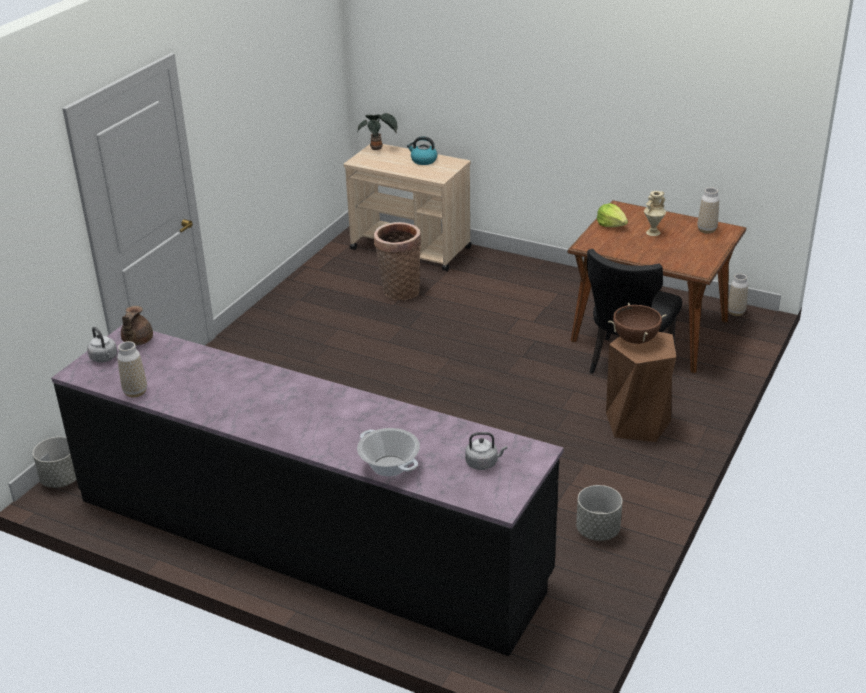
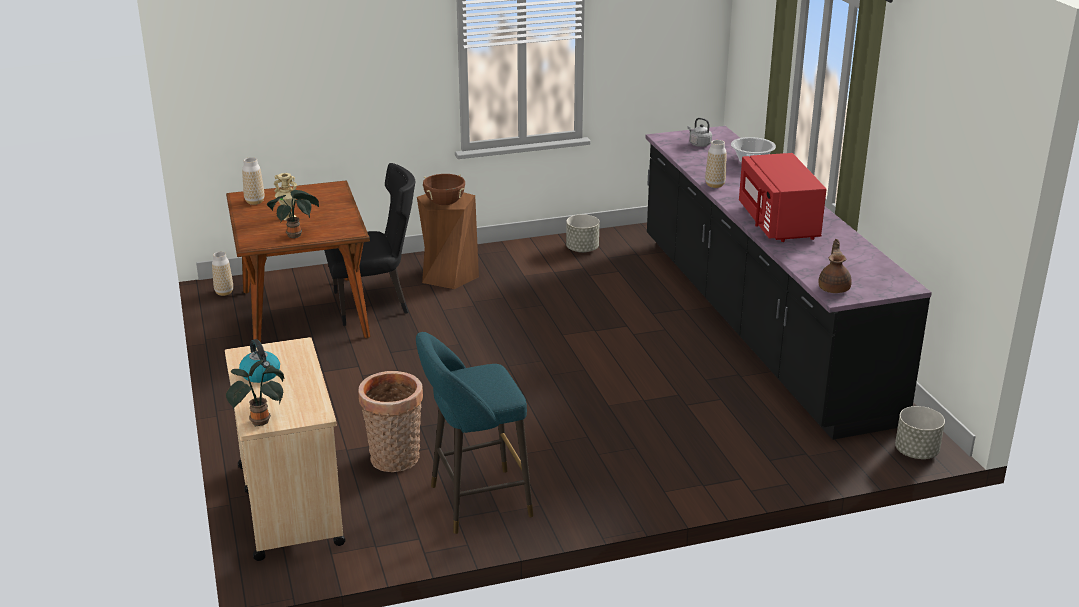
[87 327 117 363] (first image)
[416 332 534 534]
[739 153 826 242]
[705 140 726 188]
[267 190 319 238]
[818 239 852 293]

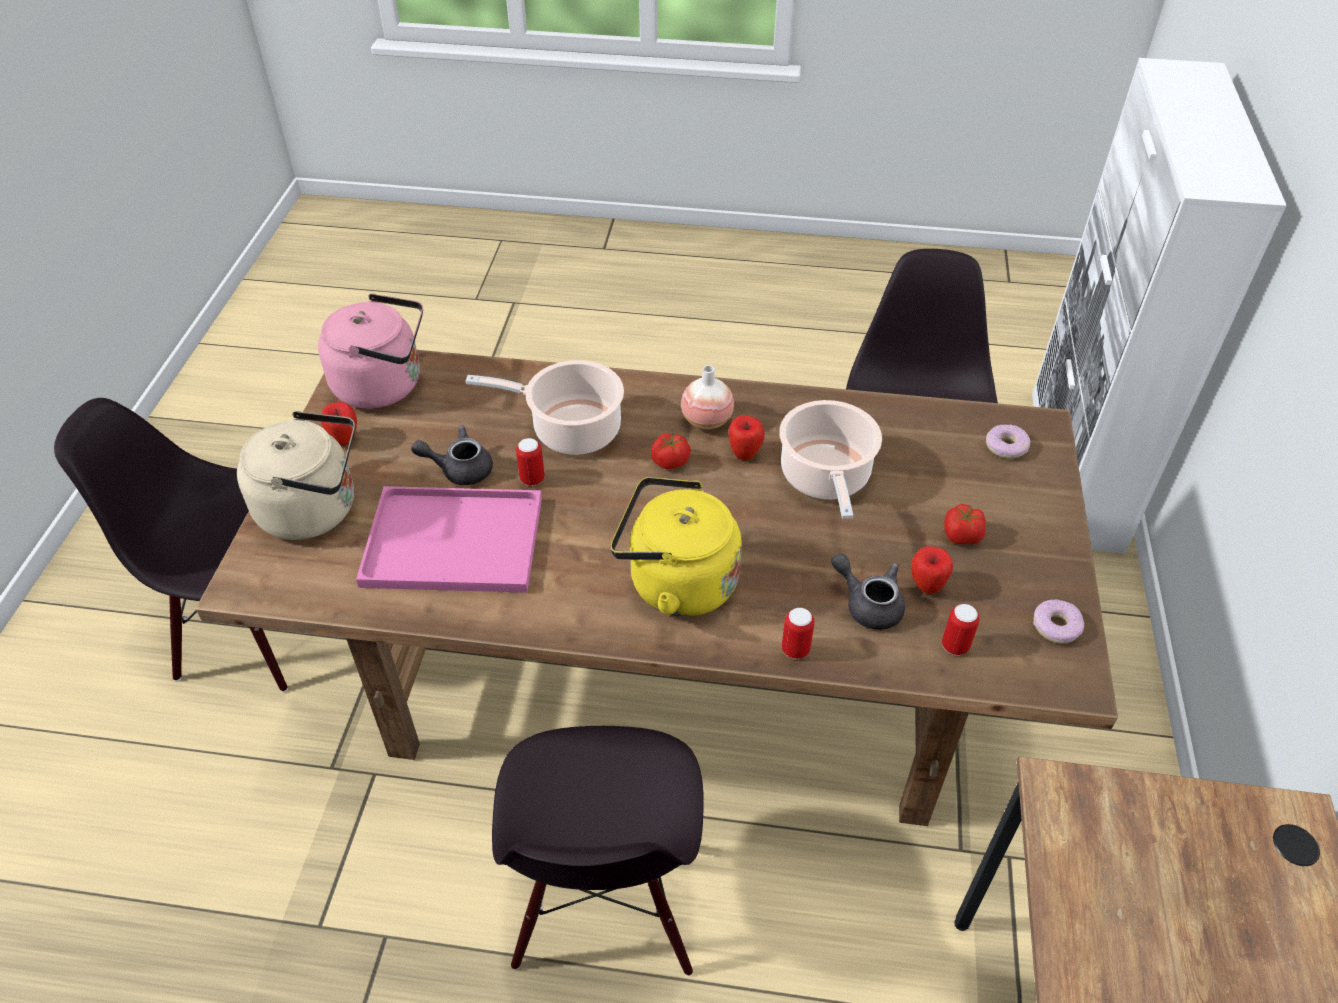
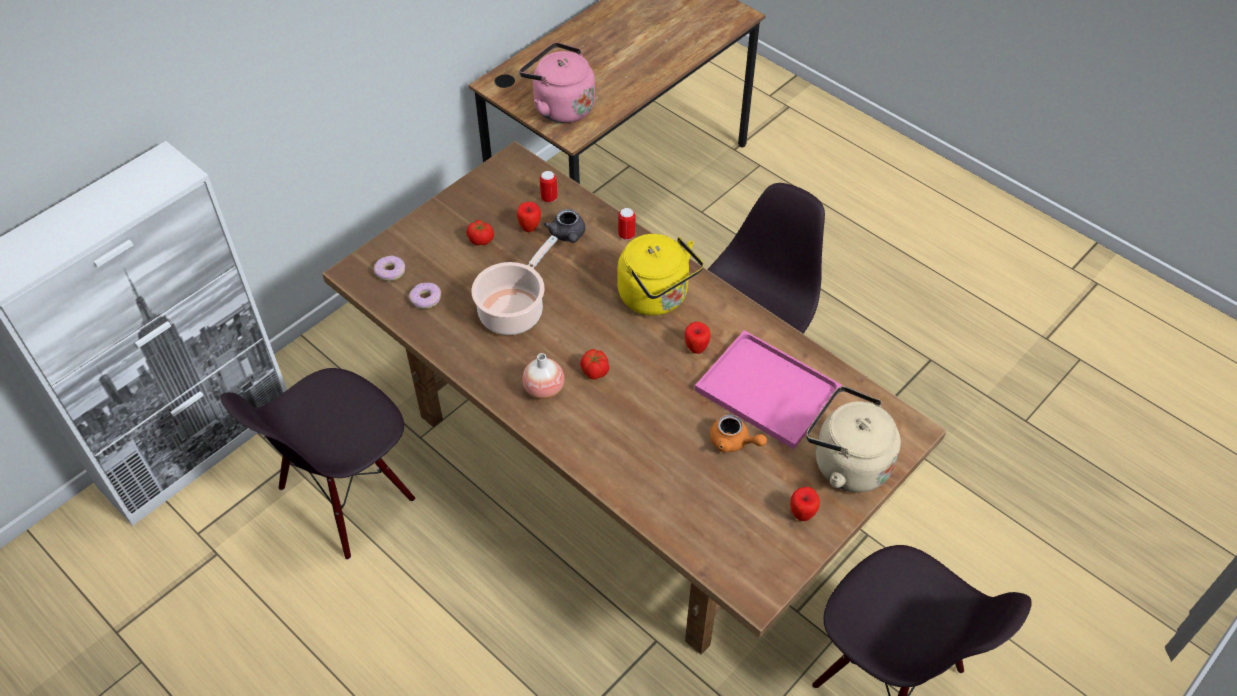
[466 360 624 455] (first image)
[516 438 545 486] (first image)
[519 42 595 123]
[685 322 710 354]
[409 283 441 309]
[710 414 767 452]

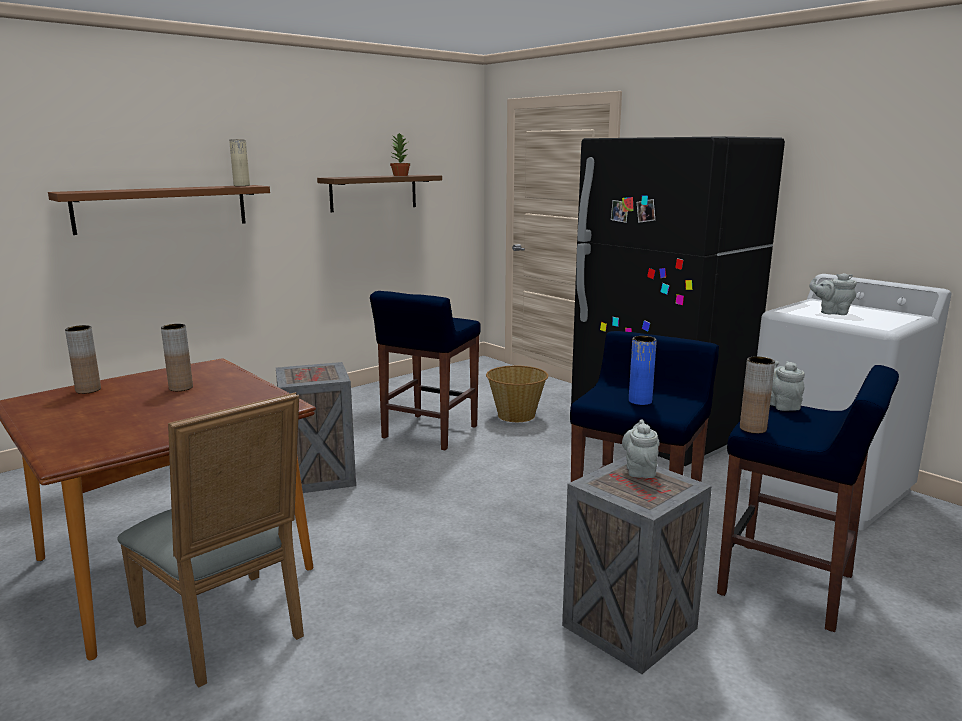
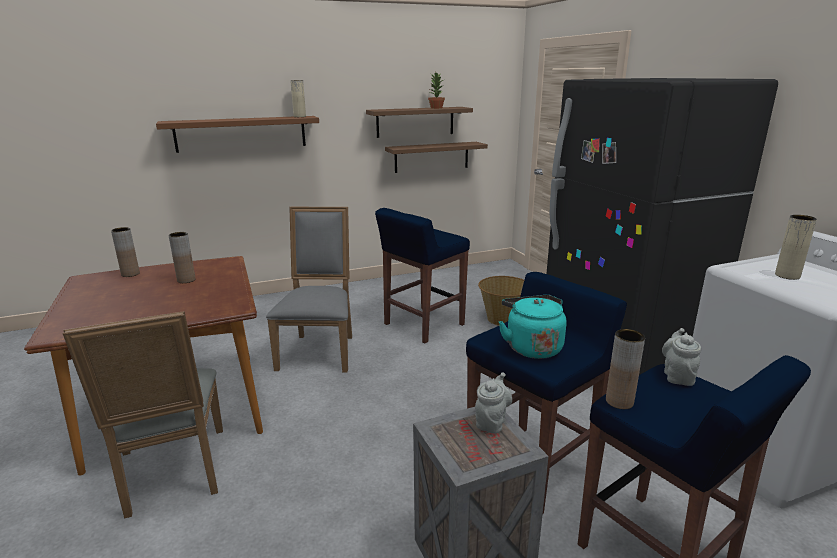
[385 142 488 173]
[266 207 352 372]
[499 295 566 359]
[775 215 817 280]

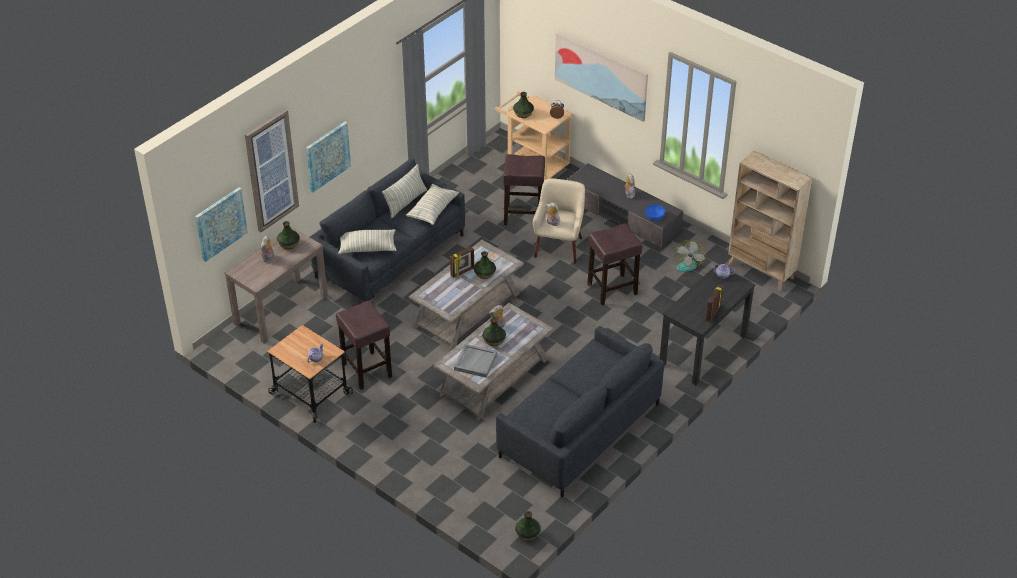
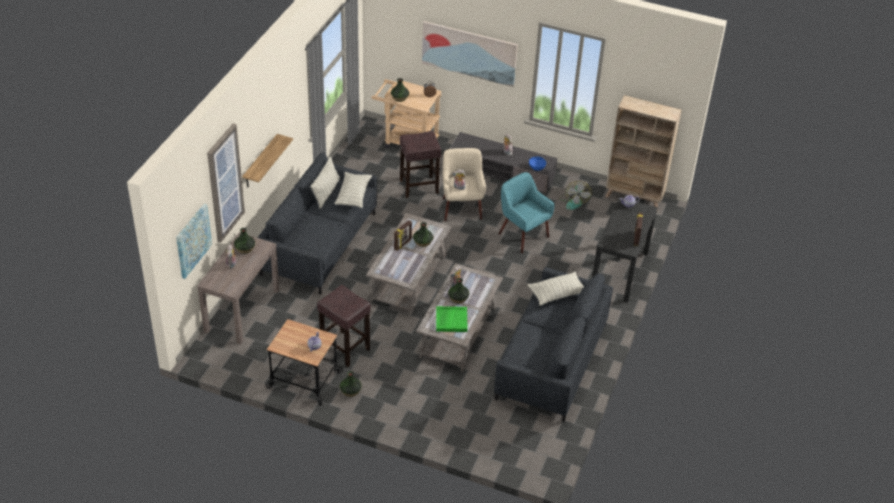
[528 272 584 306]
[340 371 362 397]
[242 134 293 188]
[499 172 555 253]
[436 306 468 332]

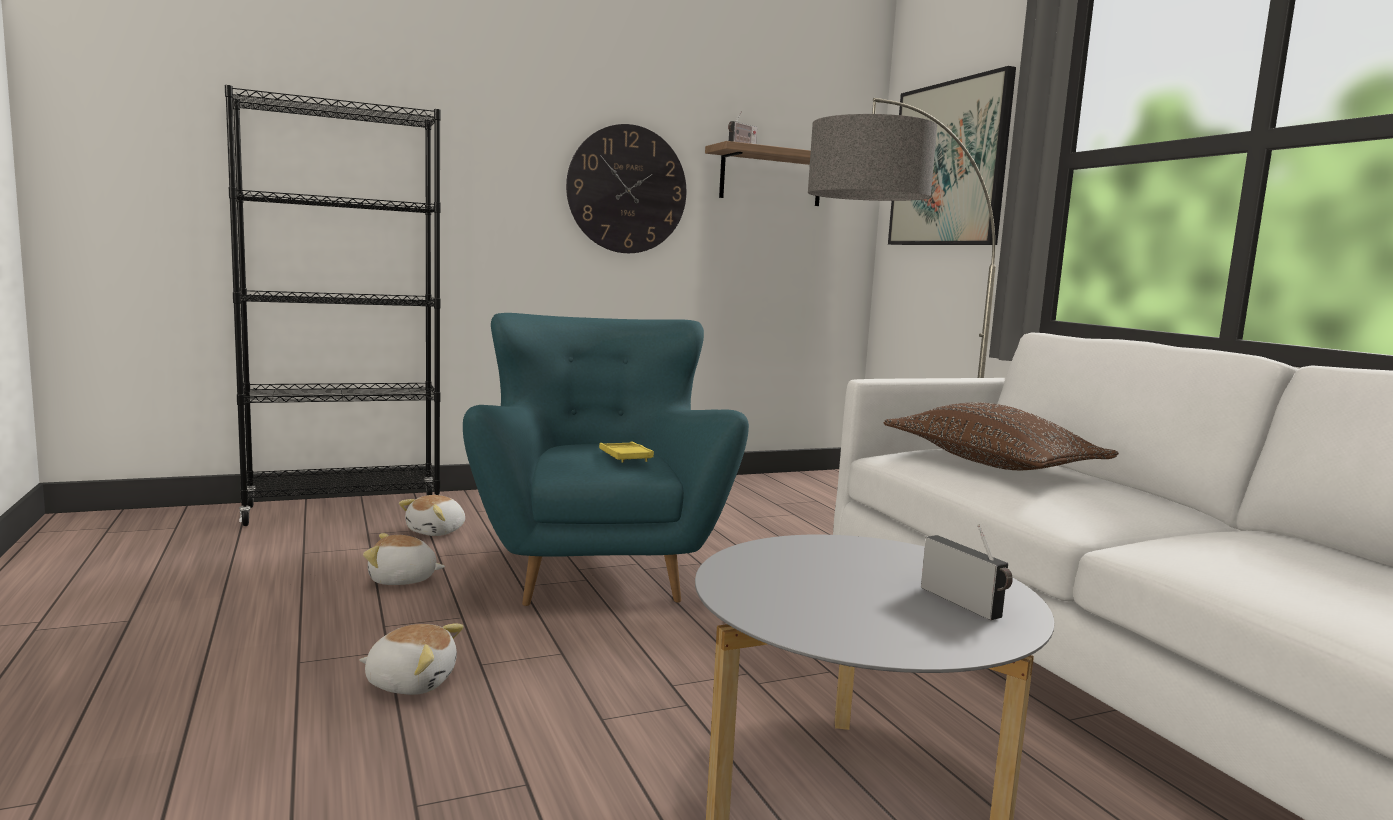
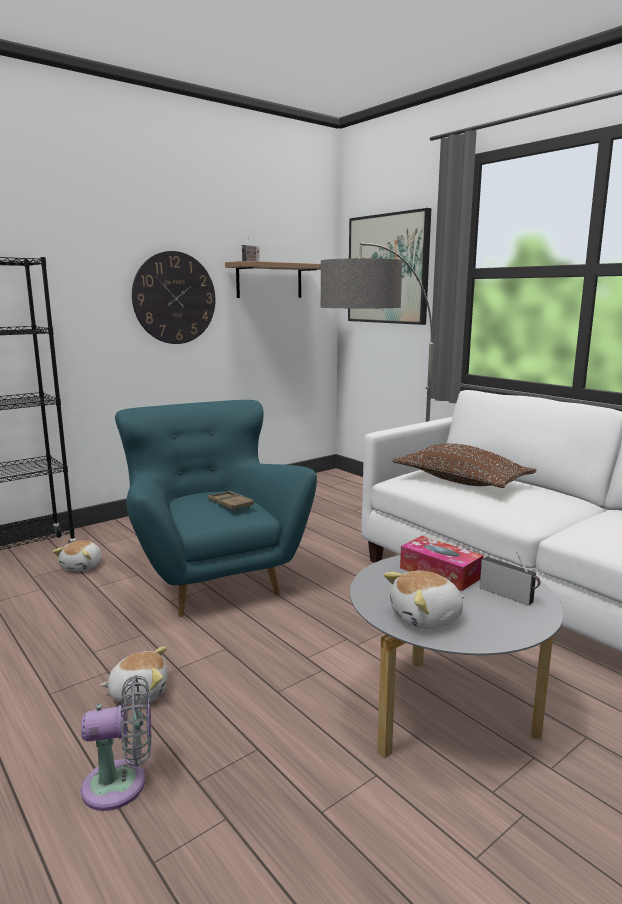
[81 675 151 811]
[400 536 484 591]
[384 571 465 629]
[208 491 254 511]

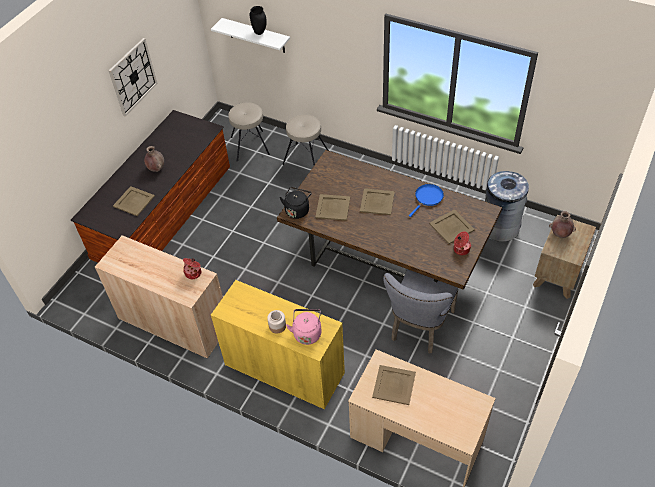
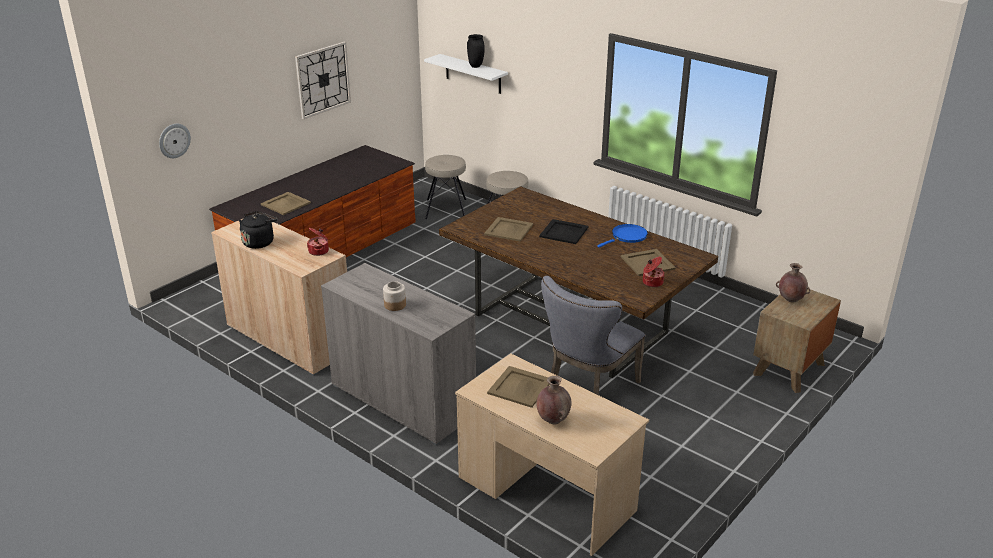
[286 309 322 345] (first image)
[485 171 529 242] (first image)
[159 124 191 158]
[537 376 571 425]
[239 211 278 249]
[321 263 476 445]
[539 219 588 244]

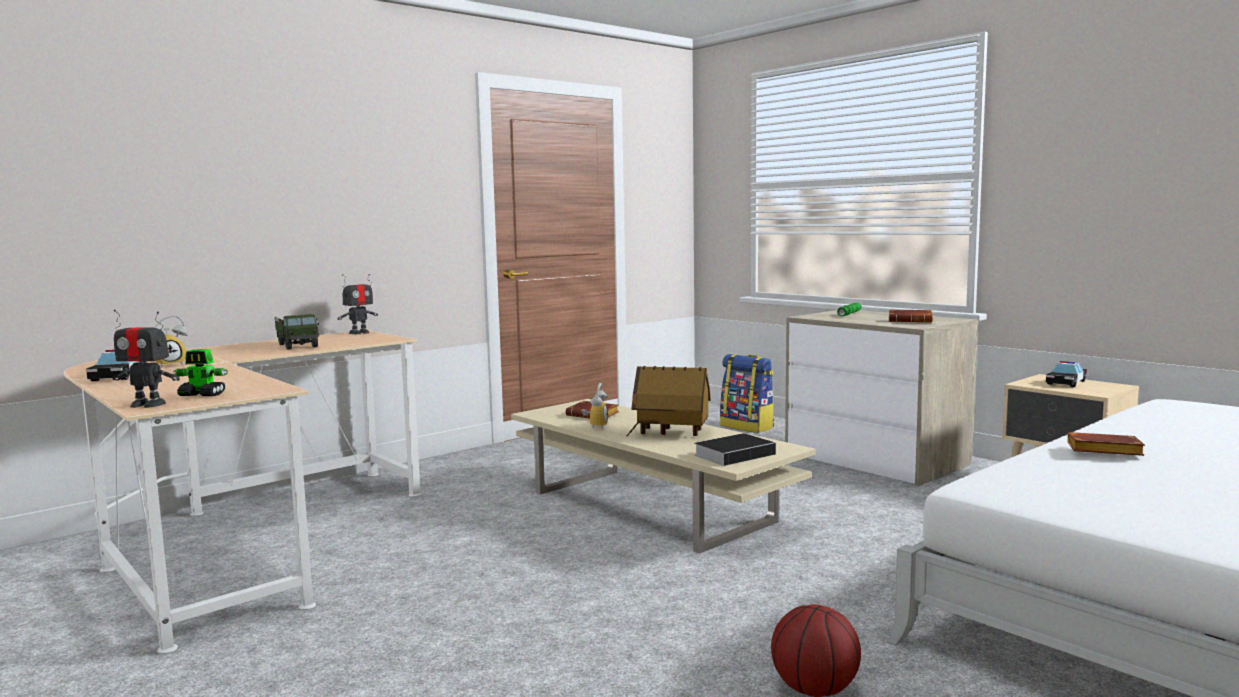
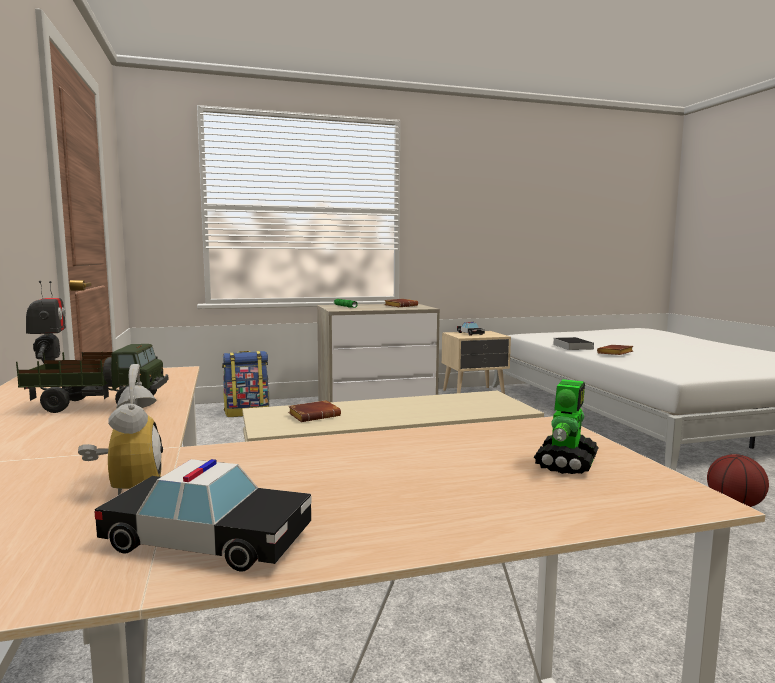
[113 310 180 408] (first image)
[581 383 608 429] (first image)
[627 366 711 436] (first image)
[553 337 594 350]

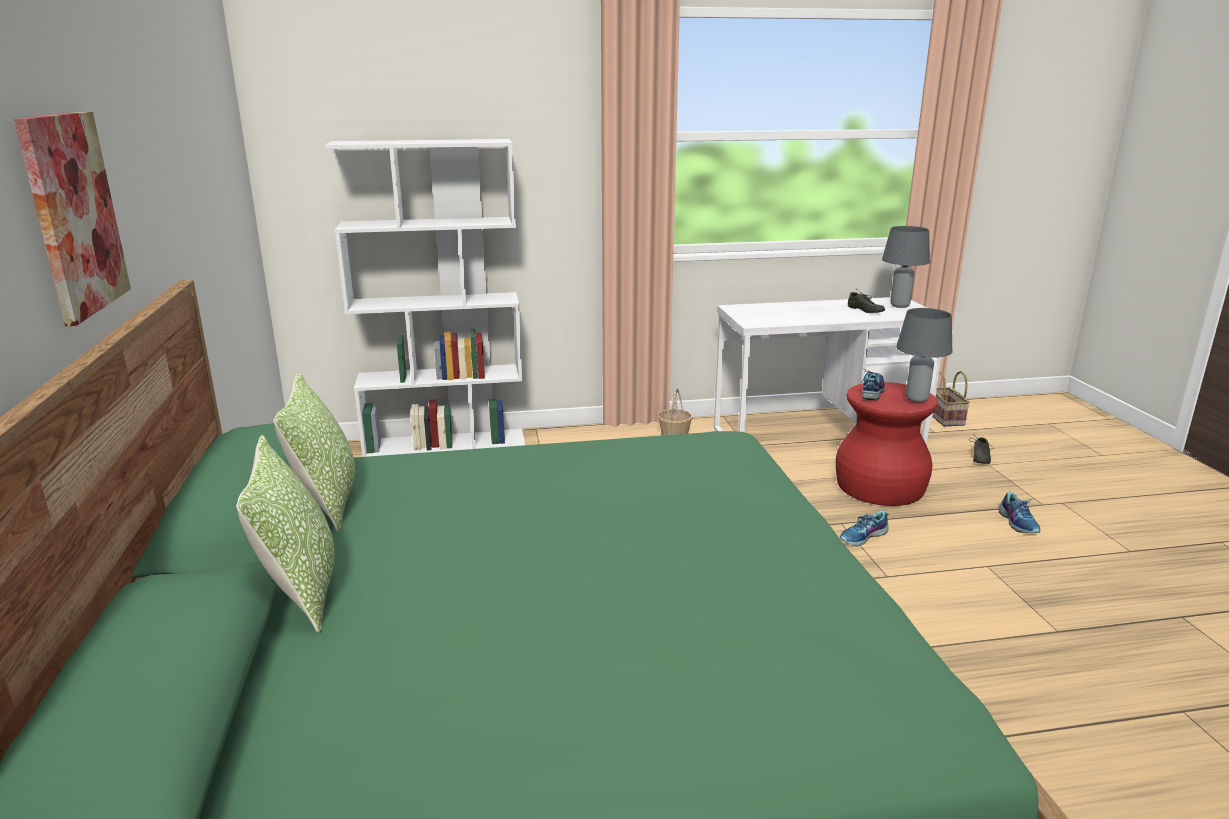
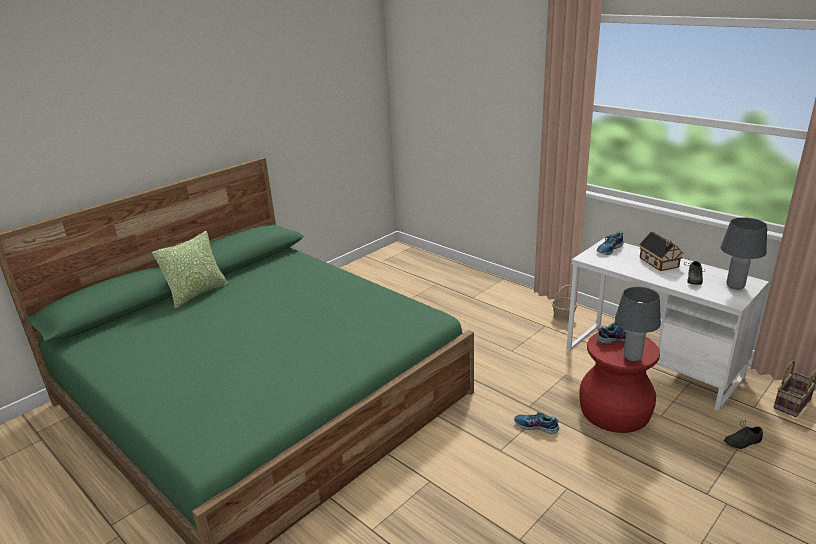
[14 112 131 326] (first image)
[273 372 355 532] (first image)
[324 139 525 457] (first image)
[639 232 684 271]
[597 231 623 255]

